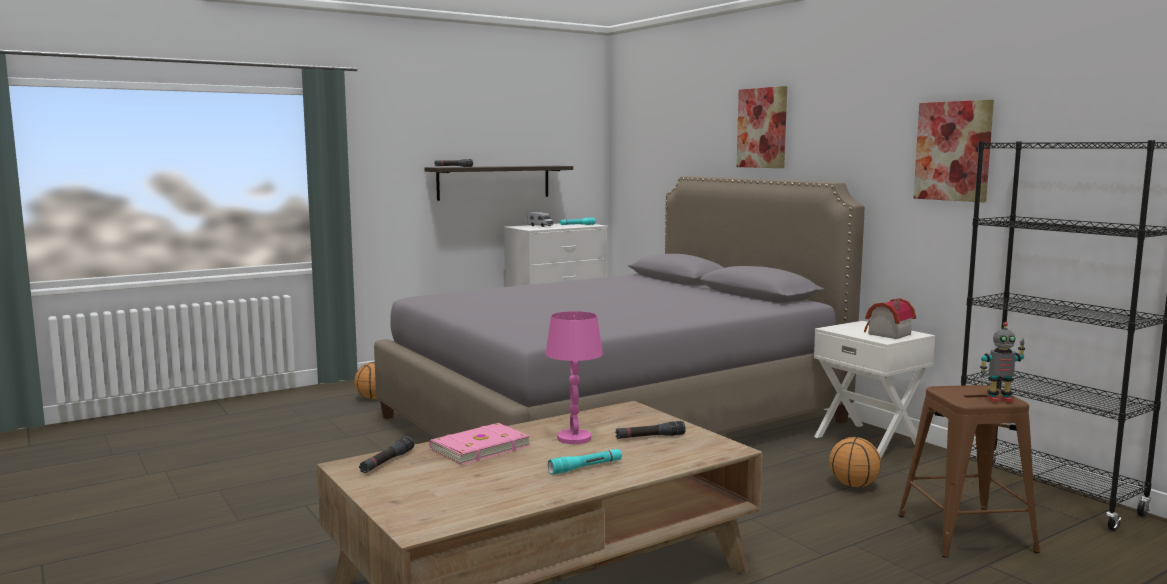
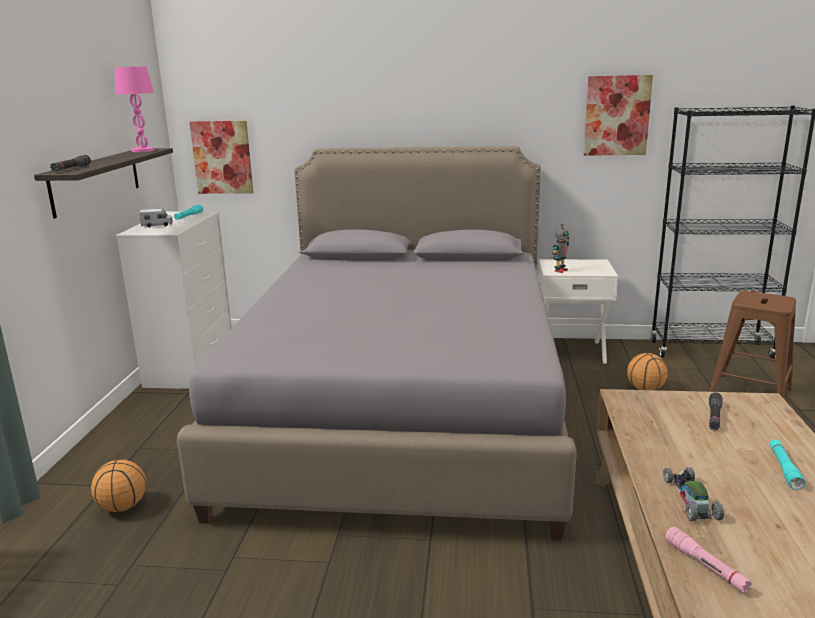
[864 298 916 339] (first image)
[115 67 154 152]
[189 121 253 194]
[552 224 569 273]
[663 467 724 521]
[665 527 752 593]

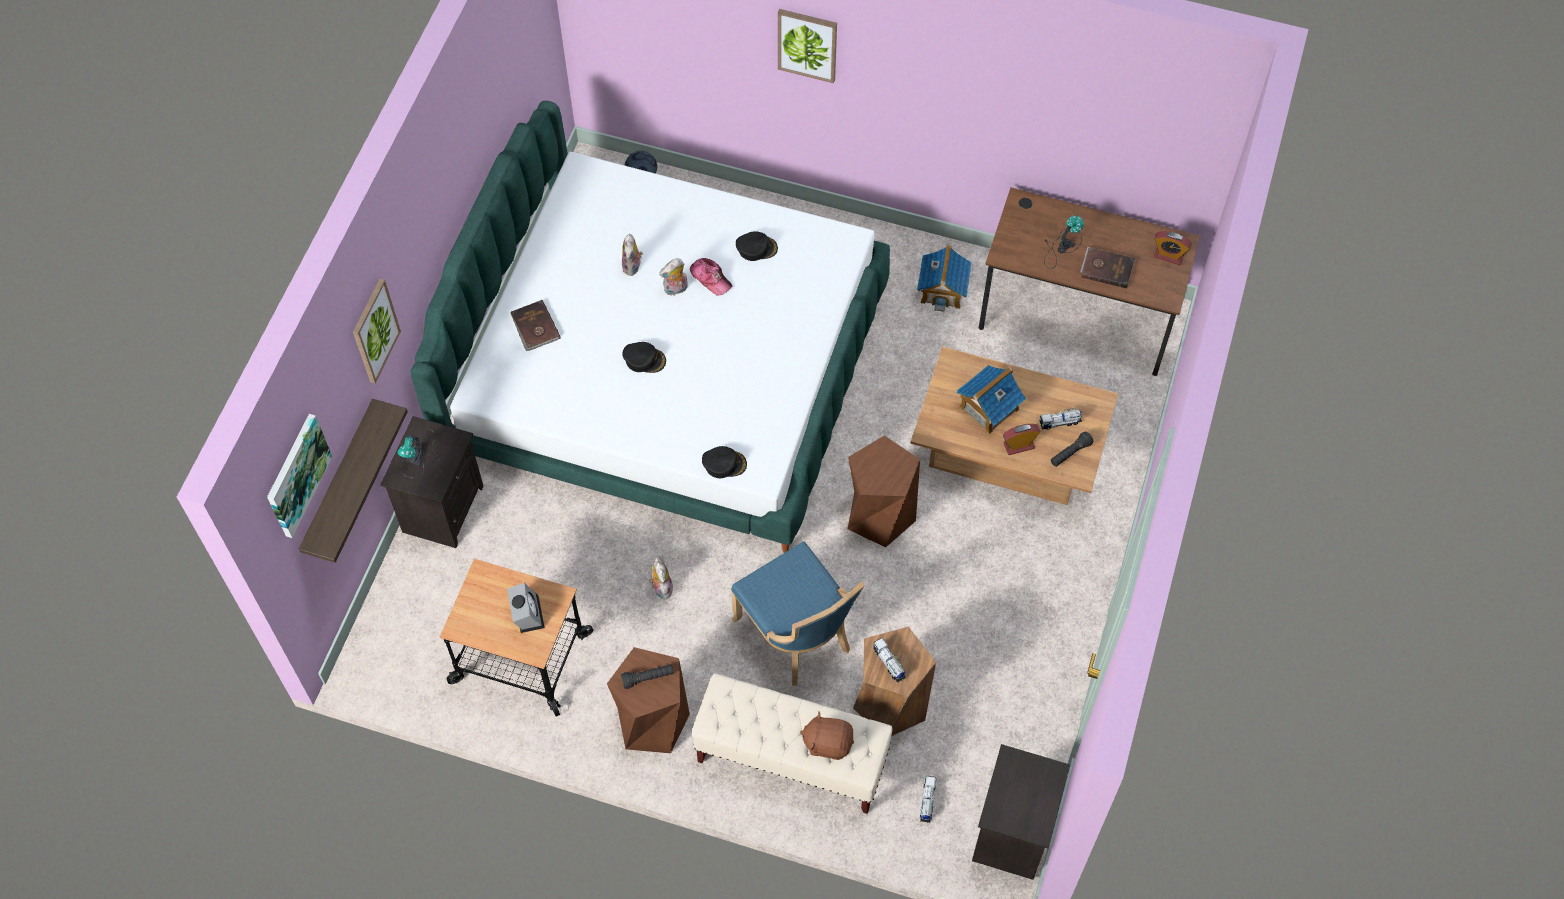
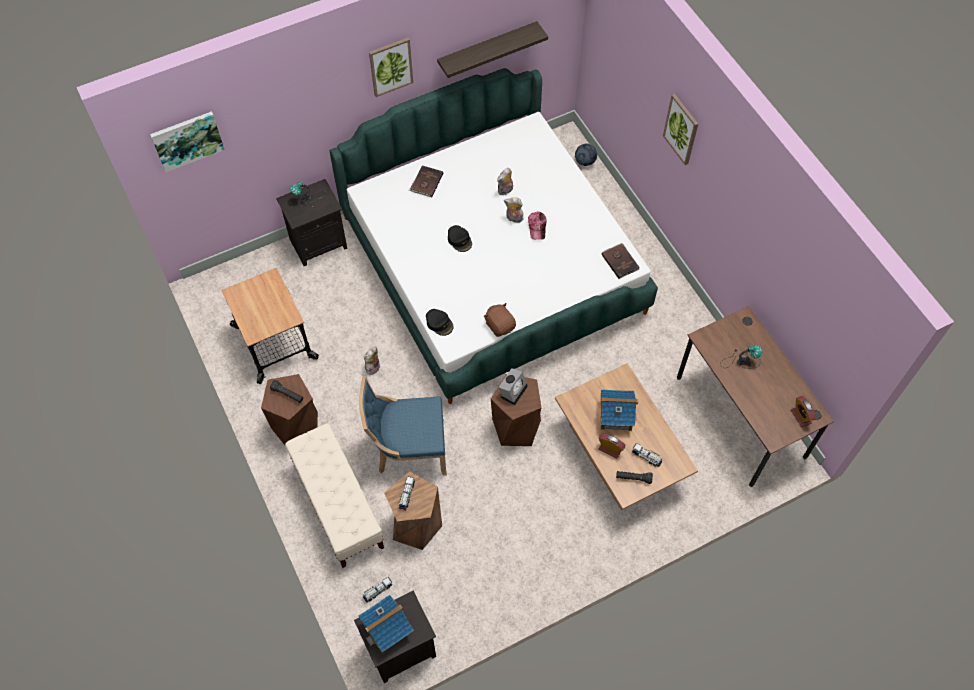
[736 231 778 261] (first image)
[437 21 548 78]
[369 38 413 97]
[498 368 528 405]
[484 303 516 337]
[358 595 414 654]
[602 243 640 279]
[359 376 447 476]

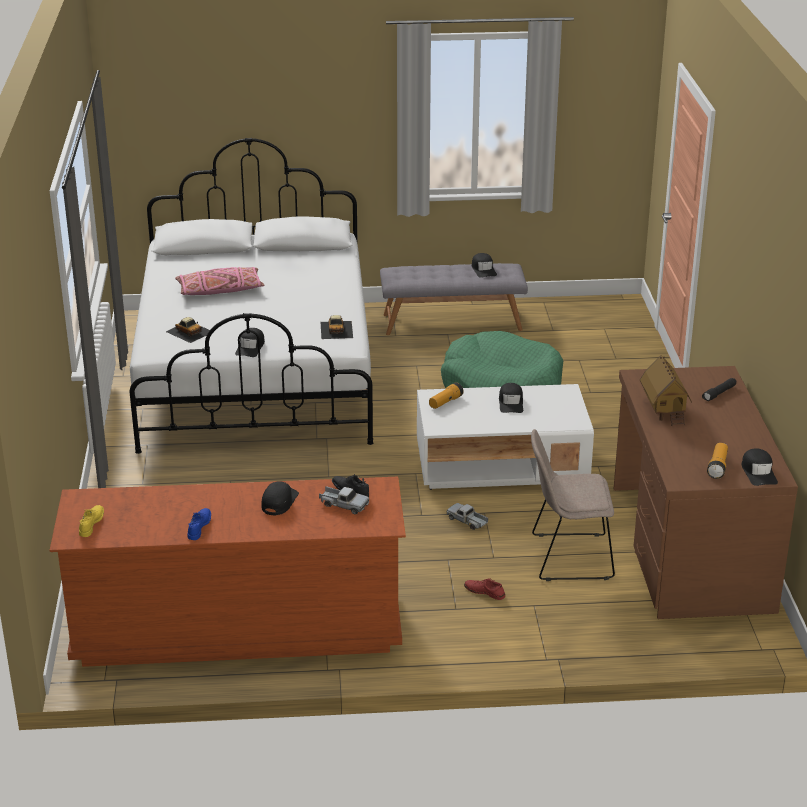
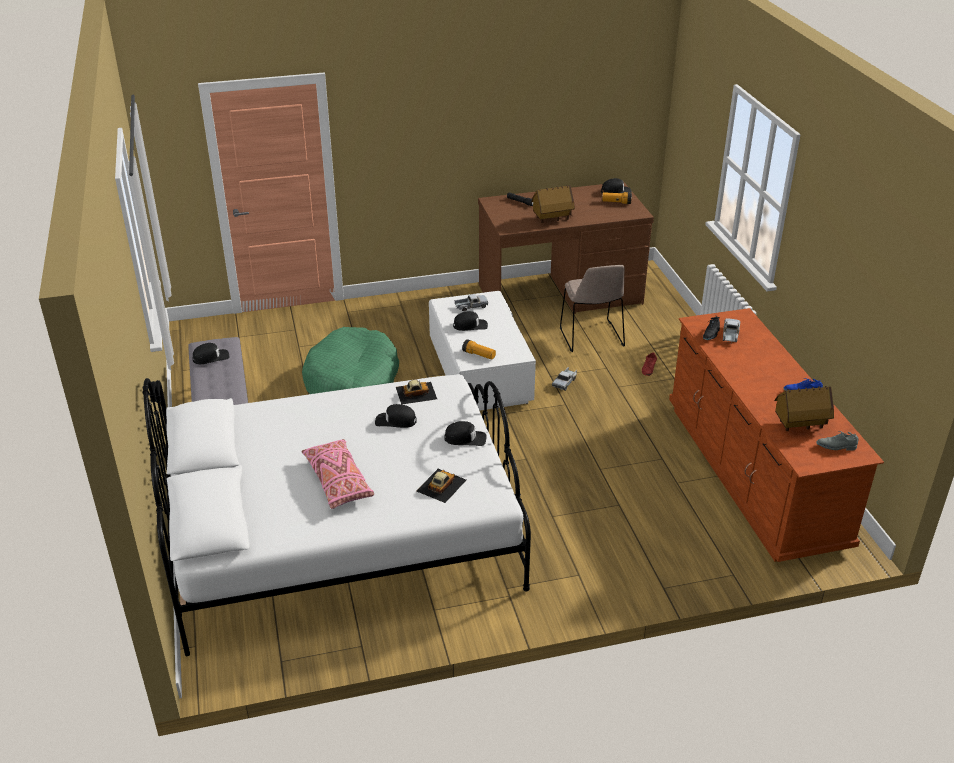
[455 294 488 311]
[774 386 834 431]
[375 404 417 428]
[816 431 858 451]

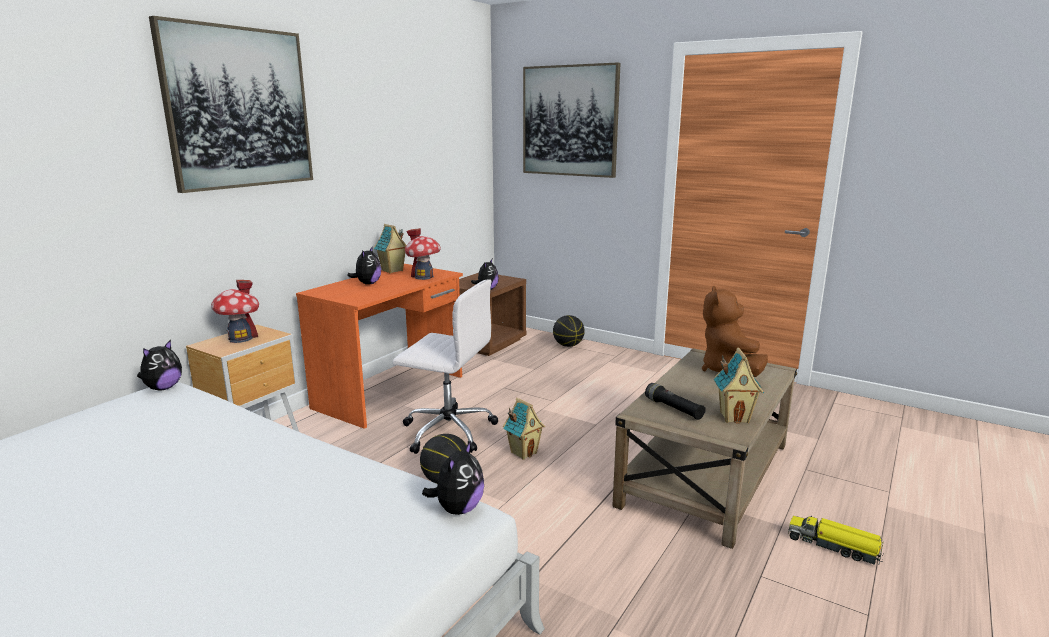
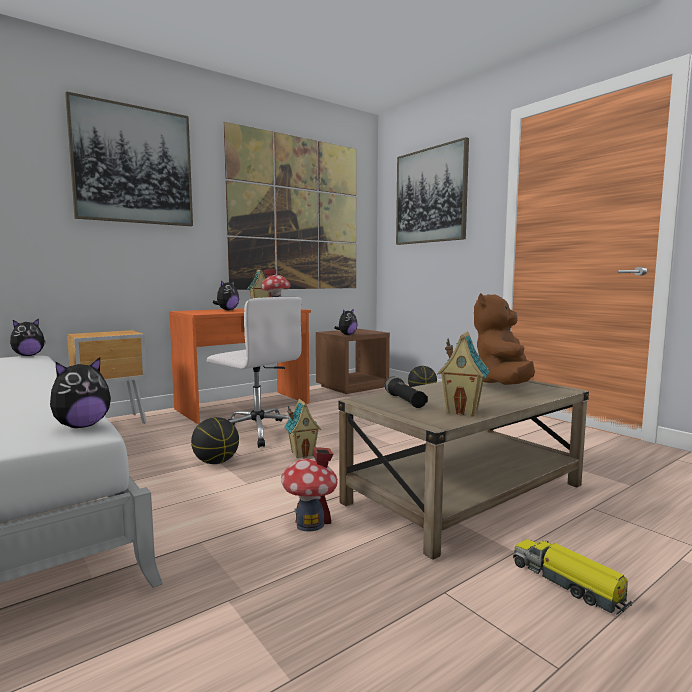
[224 122 357 290]
[281 447 338 531]

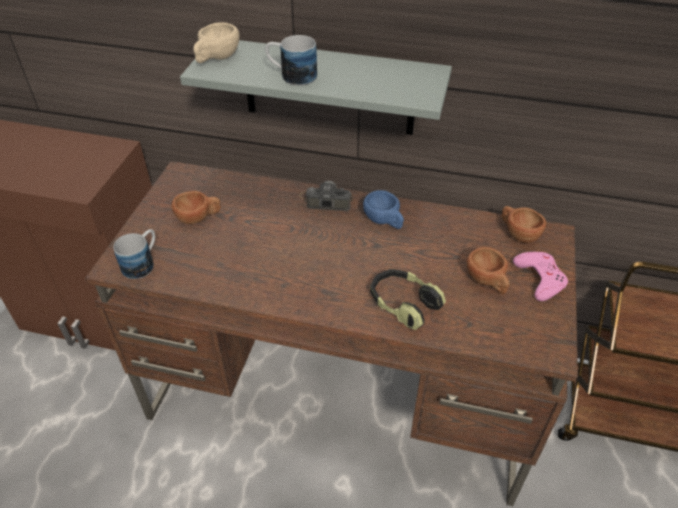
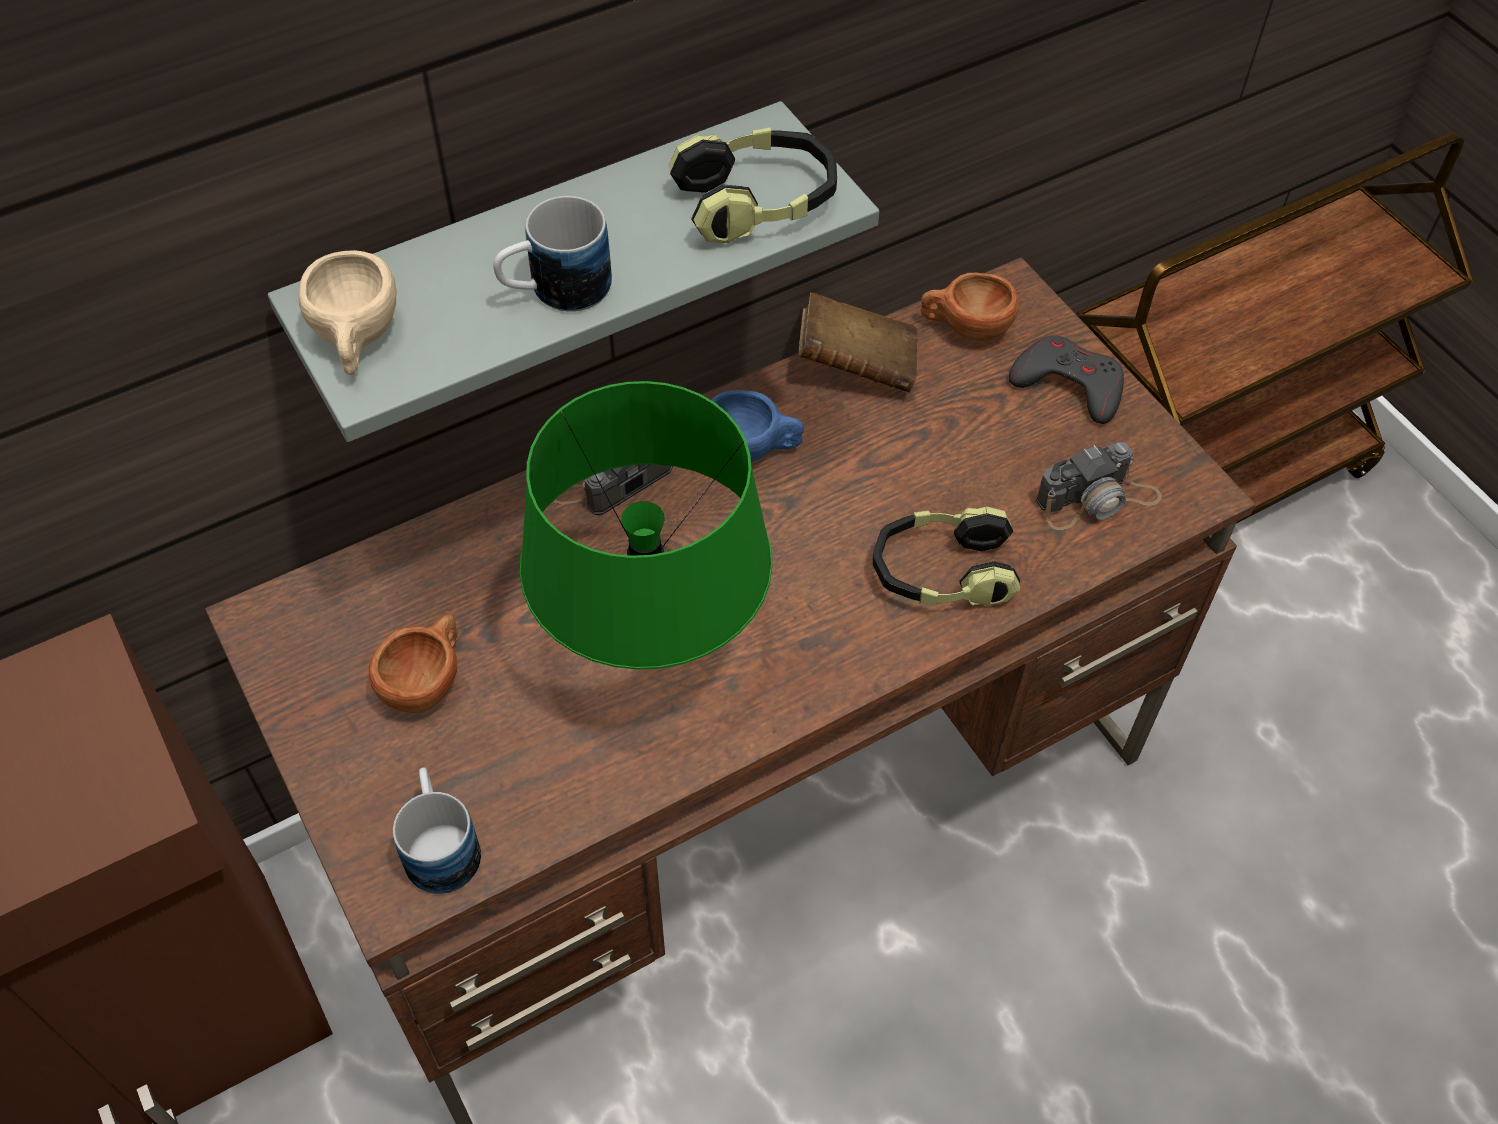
[467 247 510 294] (first image)
[520 381 773 670]
[669 127 837 243]
[799 293 918 392]
[1036 442 1162 530]
[1009 335 1124 424]

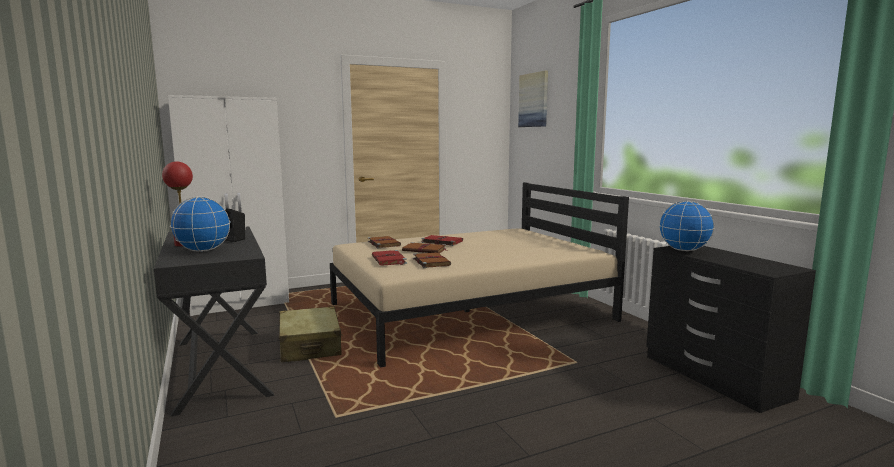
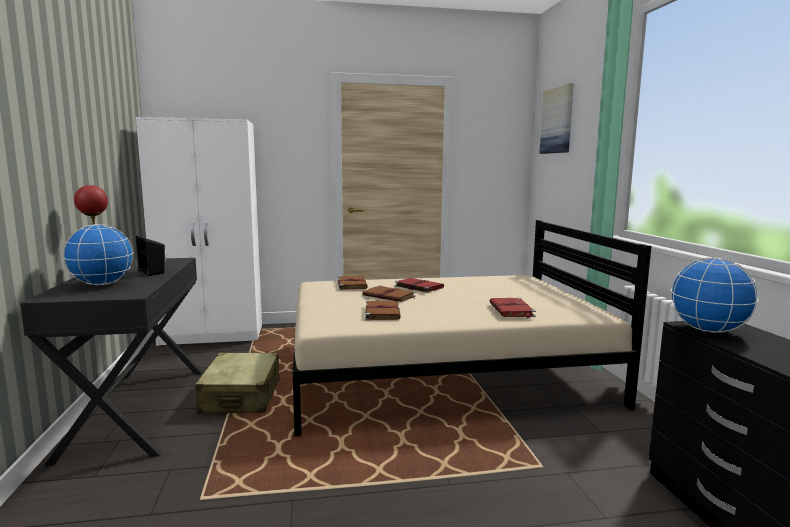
[489 298 536 319]

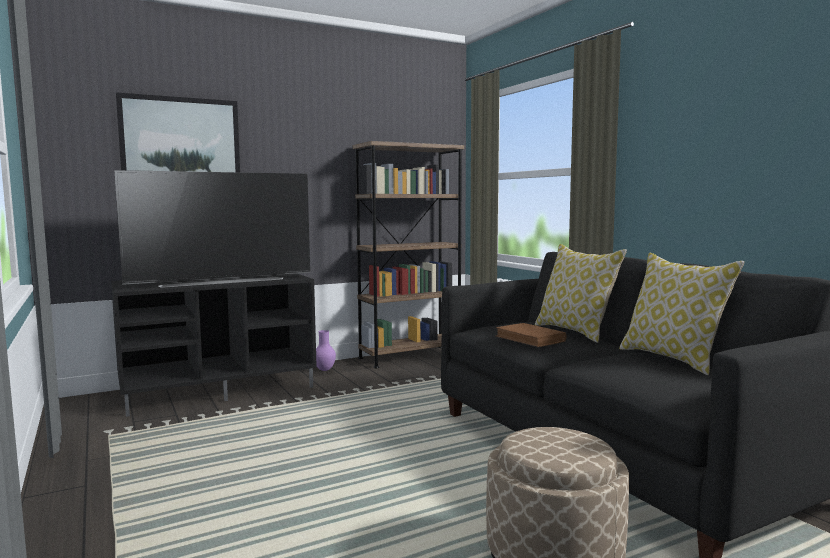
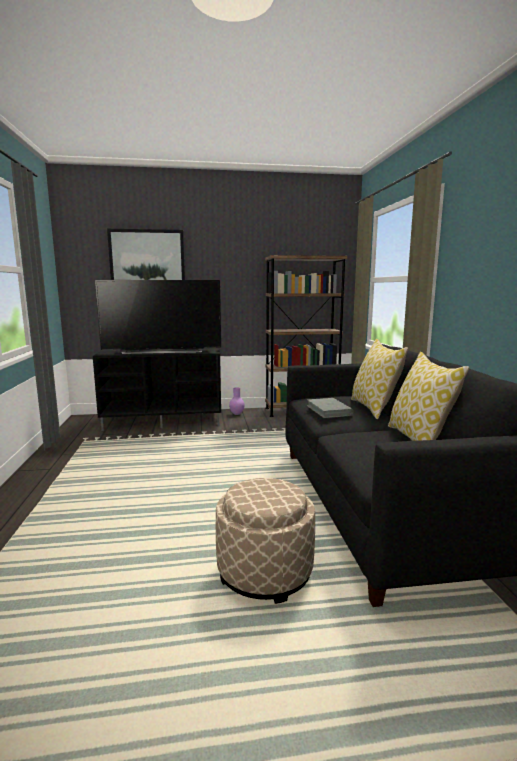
[307 398 353 418]

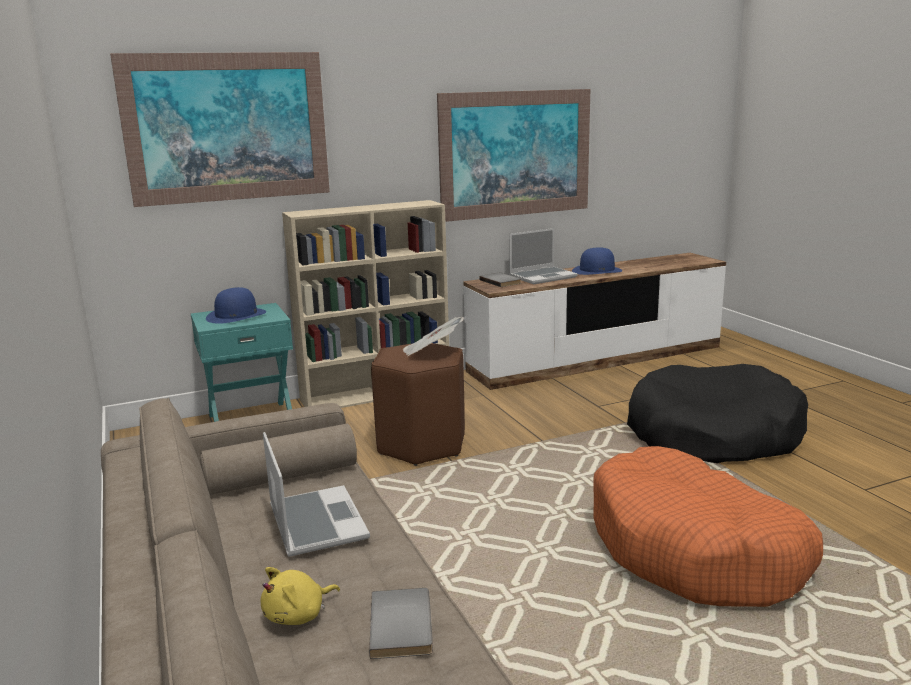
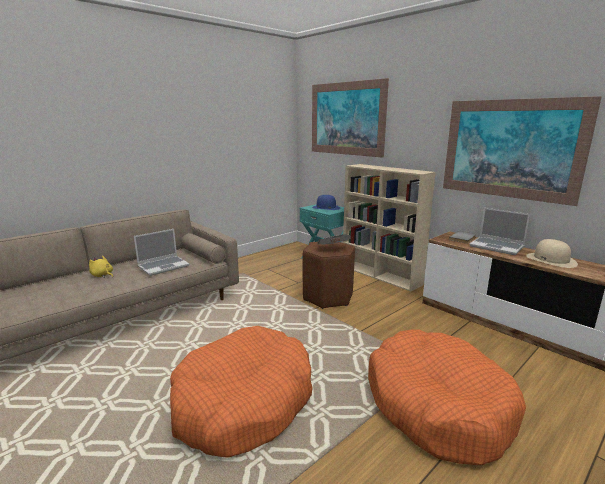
[369 588 433 659] (first image)
[526 239 578 268]
[368 329 526 465]

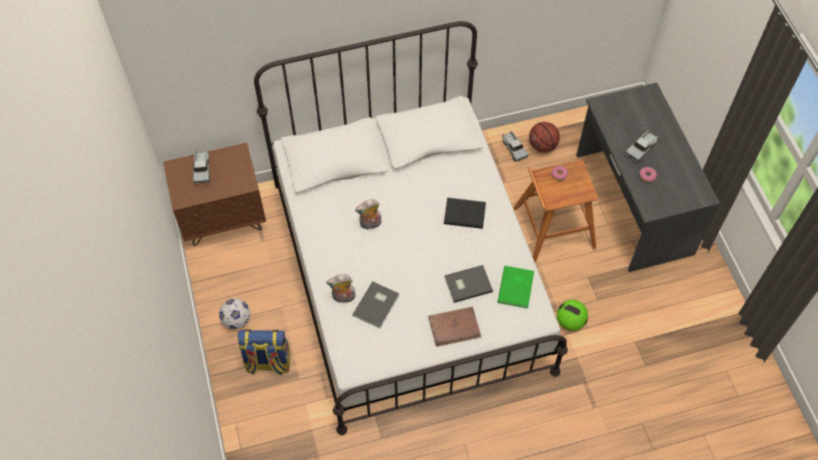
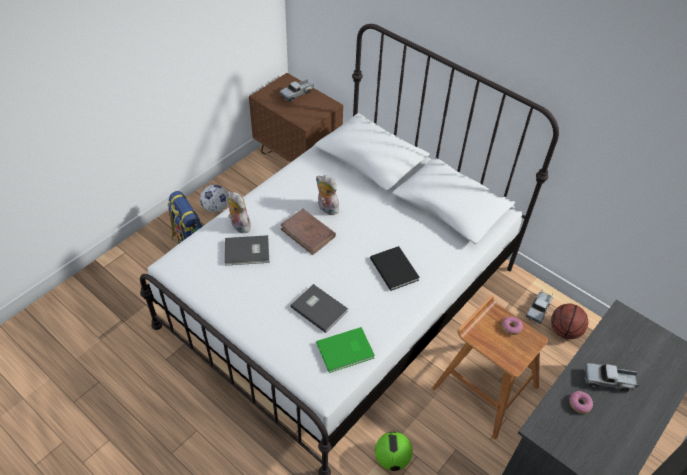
[280 209 336 255]

